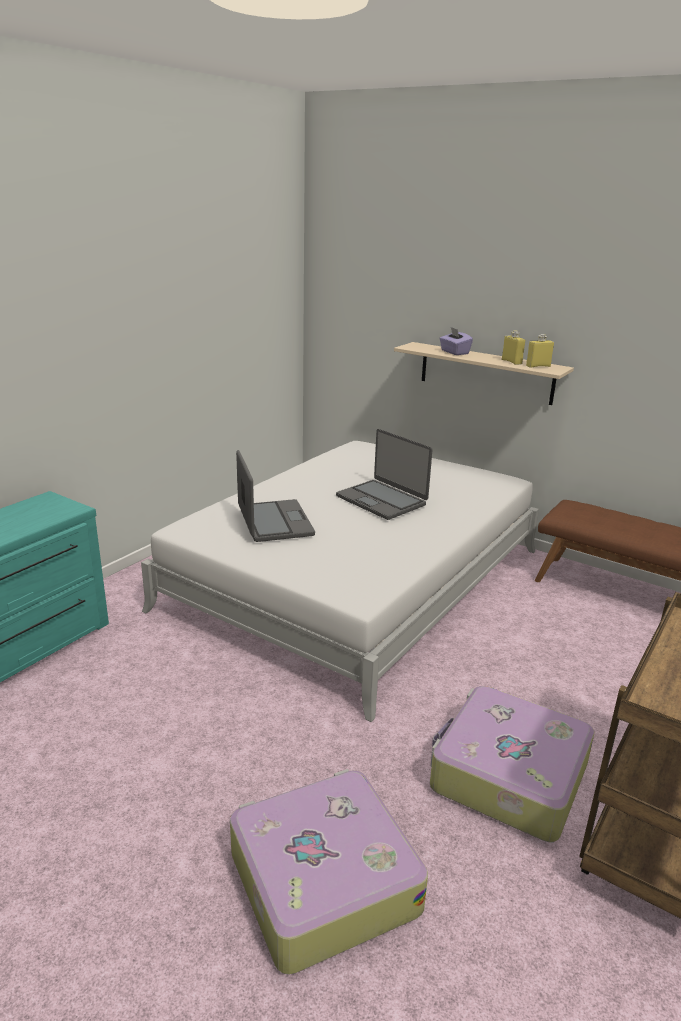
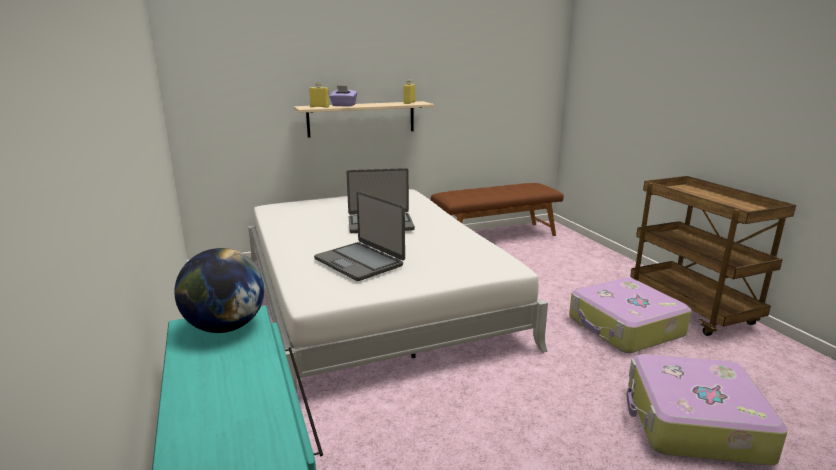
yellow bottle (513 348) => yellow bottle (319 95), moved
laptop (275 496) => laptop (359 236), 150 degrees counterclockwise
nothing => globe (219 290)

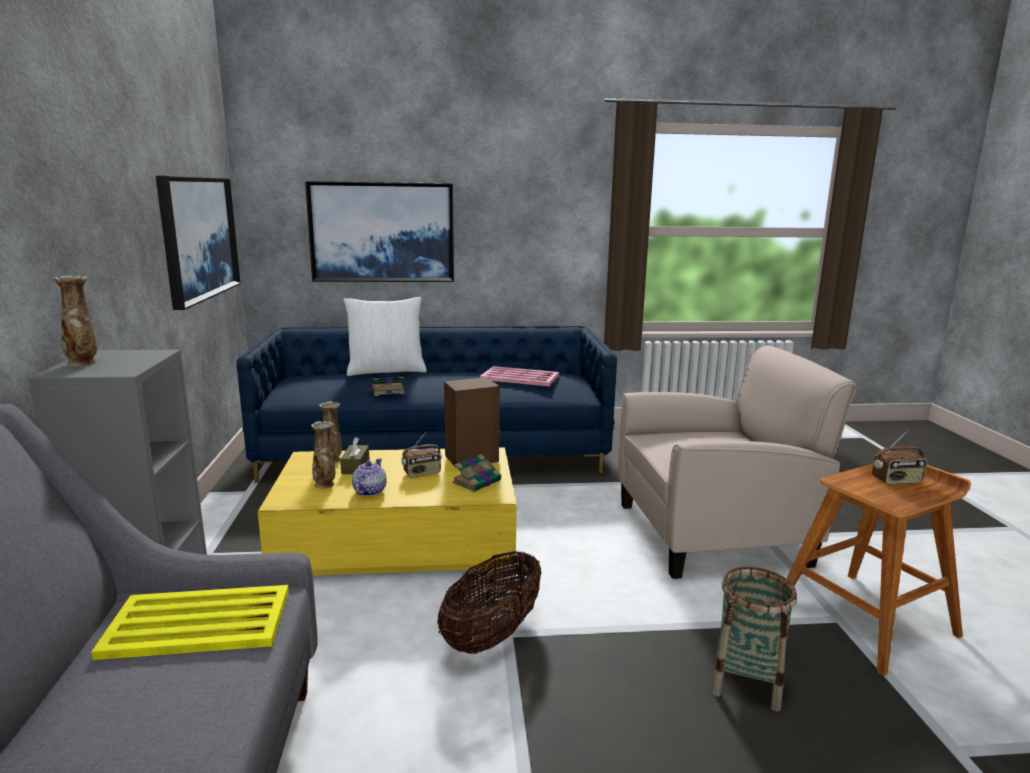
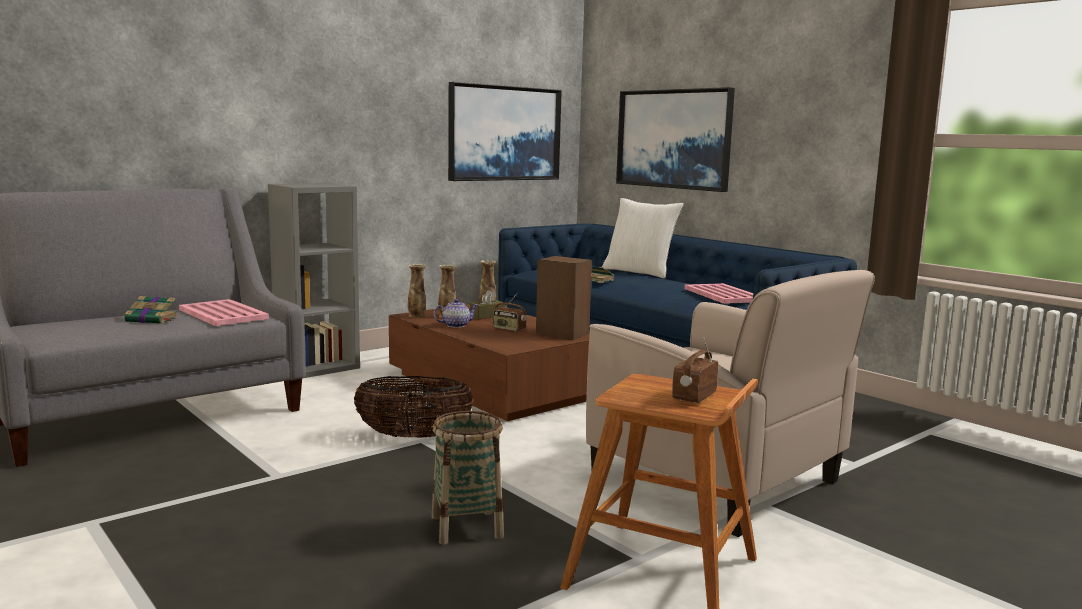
vase (75 320) => vase (417 291), moved
radio (899 457) => radio (695 370), 75 degrees clockwise
yellow coffee table (387 511) => brown coffee table (489 362)
book (477 473) => book (151 310), moved
yellow tray (190 622) => pink tray (224 312)

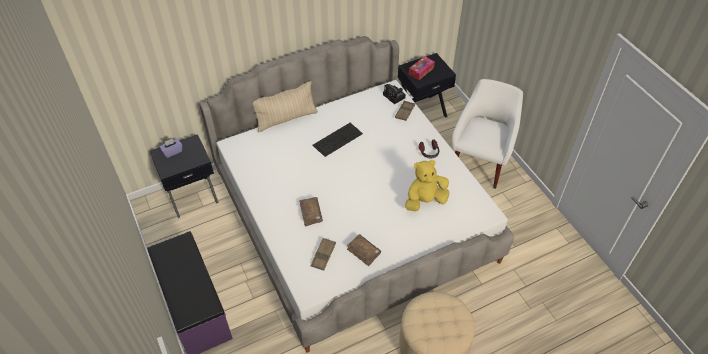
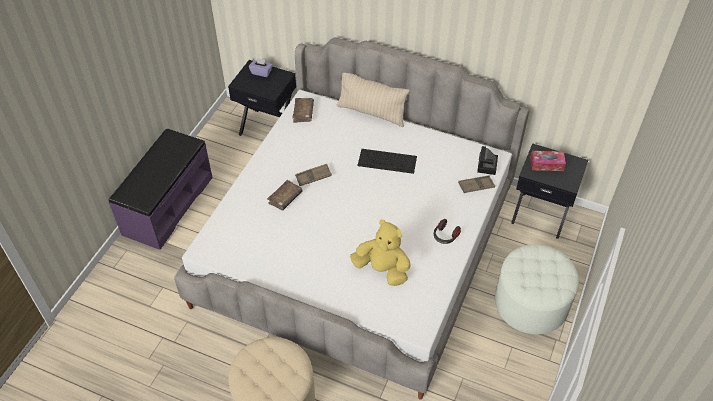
white armchair (487 134) => white ottoman (537 290)
brown book (364 250) => brown book (303 110), moved
brown tray (323 254) => brown tray (313 175), moved

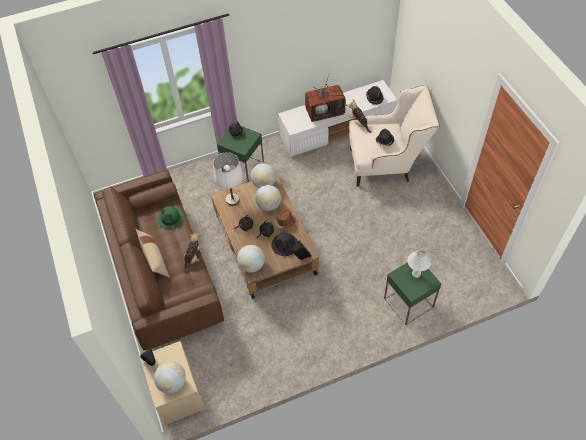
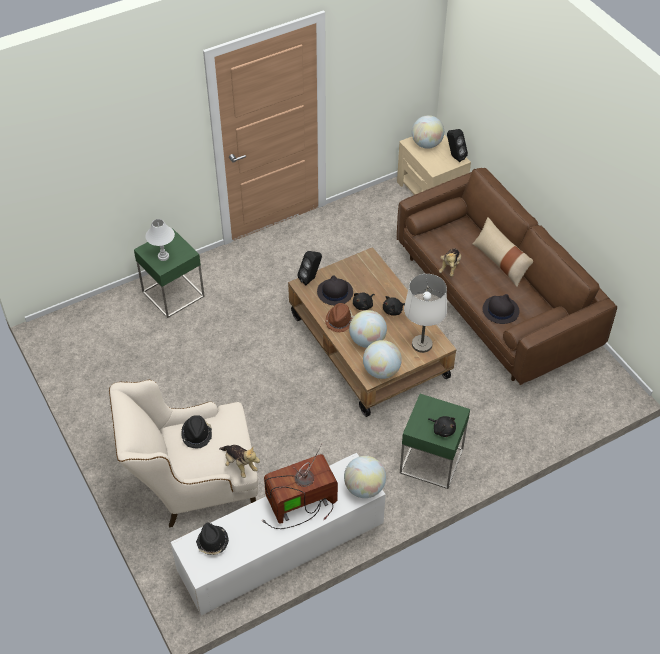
green hat (170 217) => black hat (500 309)
globe (251 259) => globe (365 477), moved

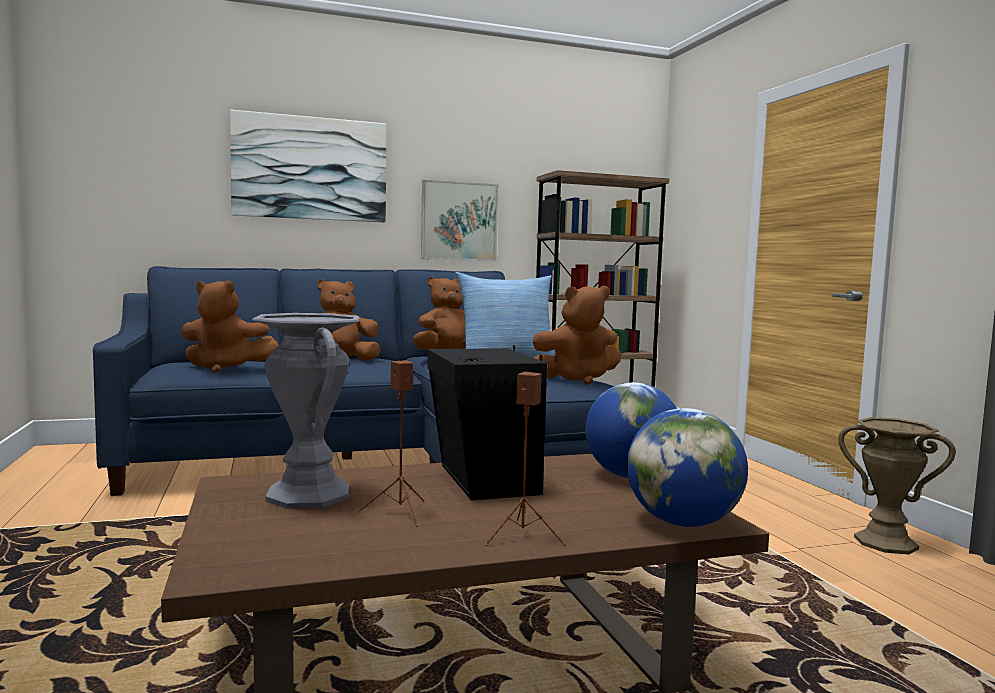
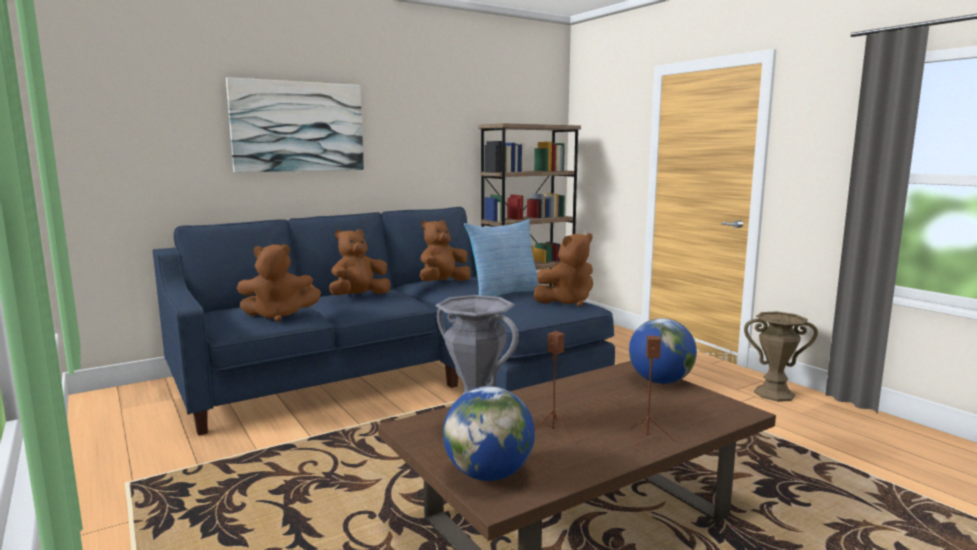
picture (459 220) => nothing
black speaker (487 422) => nothing
globe (687 467) => globe (489 433), moved

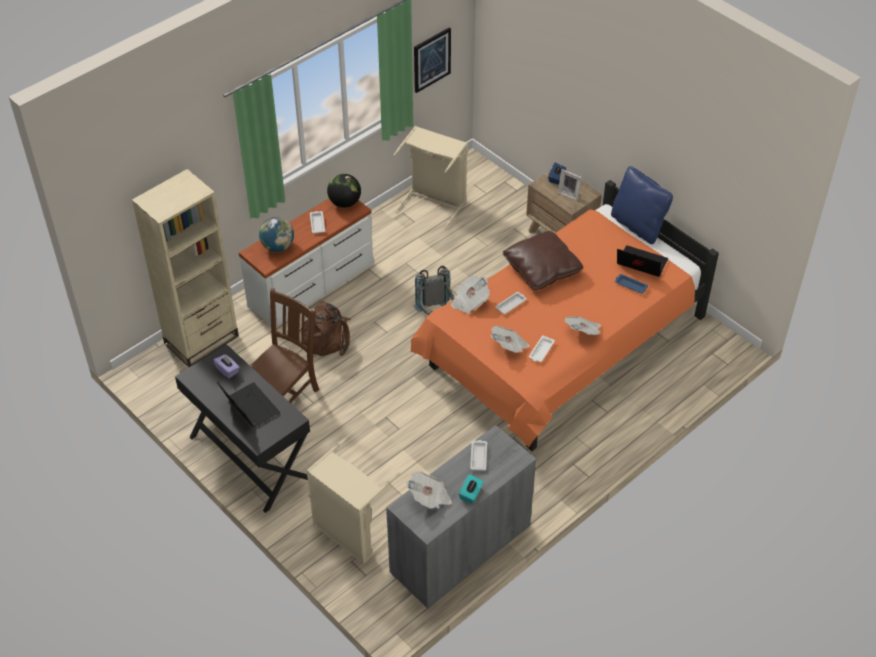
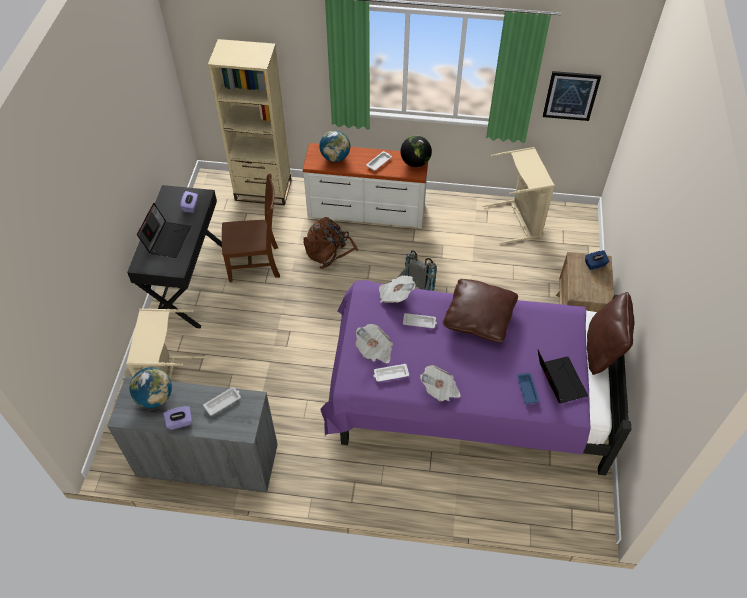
blue pillow (642 205) => brown pillow (610 333)
picture frame (570 185) => nothing
orange bed (565 315) => purple bed (475 378)
newspaper (429 490) => globe (151 387)
turquoise tissue box (471 489) => purple tissue box (177 418)

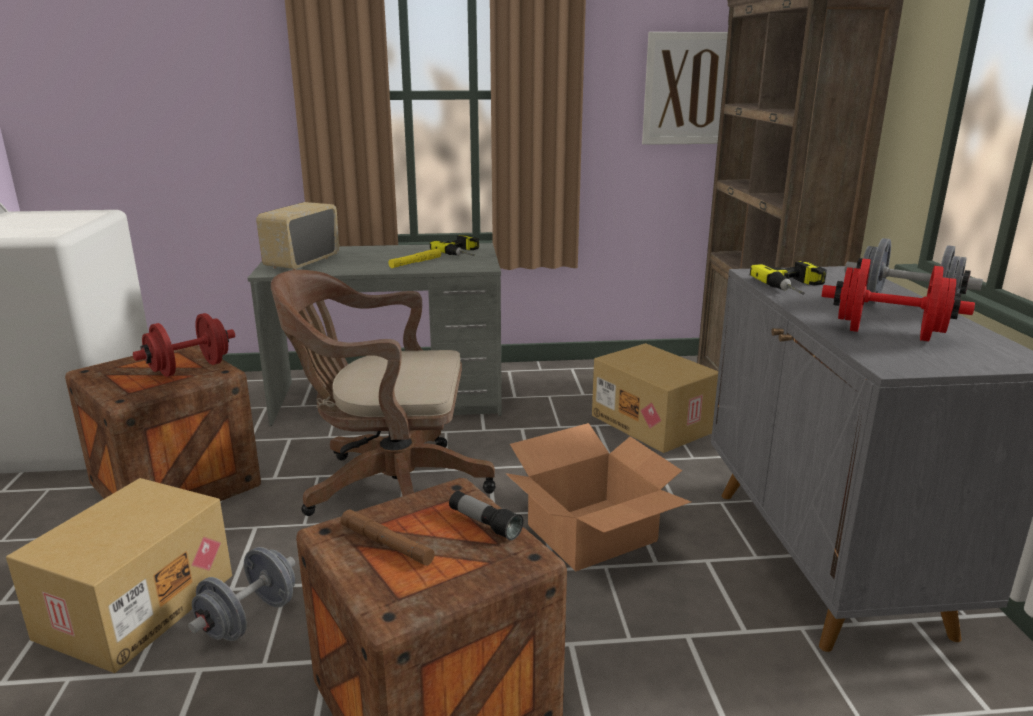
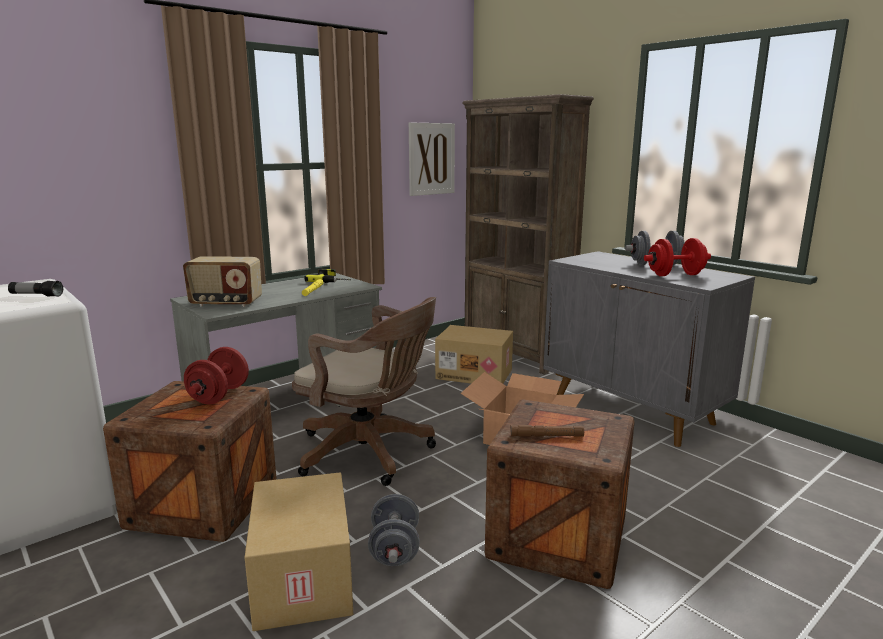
radio (297 236) => radio (222 281), 75 degrees counterclockwise
power drill (788 278) => nothing
brown office chair (383 393) => brown office chair (364 391), 120 degrees counterclockwise
flashlight (486 516) => flashlight (35 289), moved

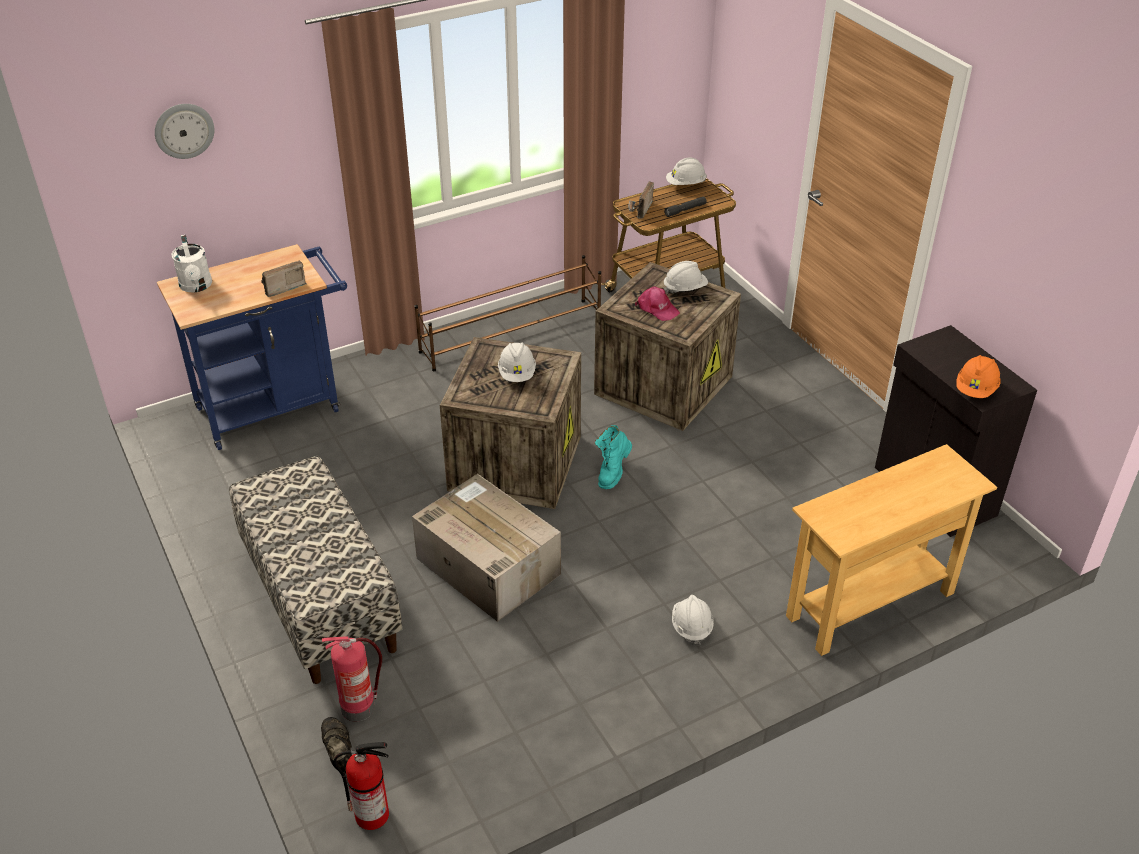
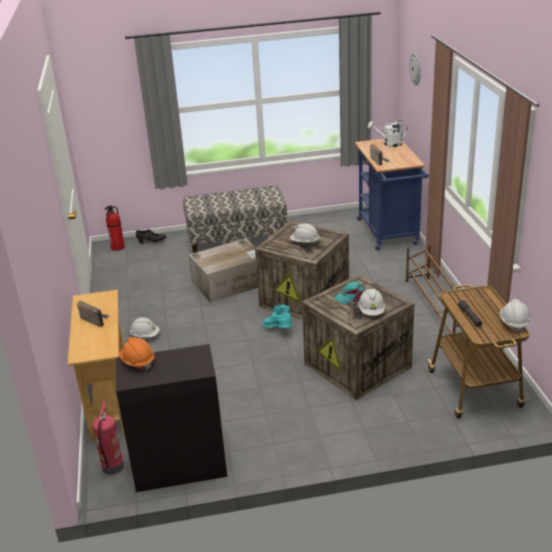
radio (641 200) => radio (93 313), moved
pink cap (657 303) => turquoise cap (349 292)
fire extinguisher (352 678) => fire extinguisher (108 438), moved

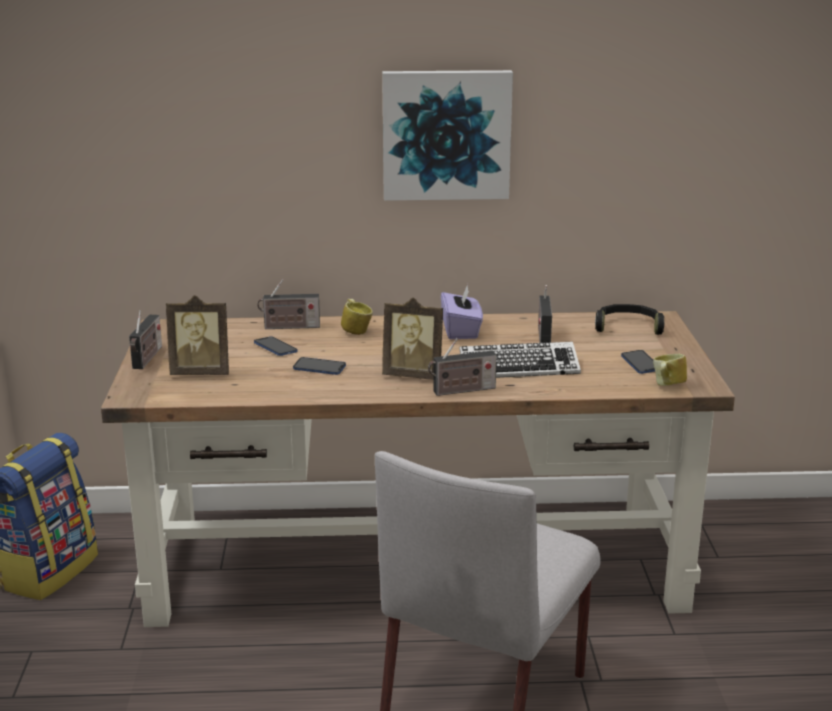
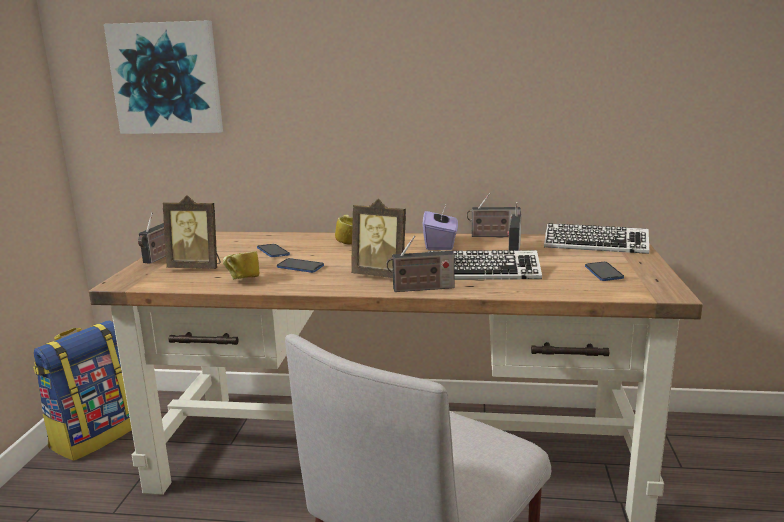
picture (447 135) => picture (163 77), moved
radio (288 304) => radio (494 215), moved
black headphones (630 319) => keyboard (596 238)
mug (670 370) => mug (241 265), moved

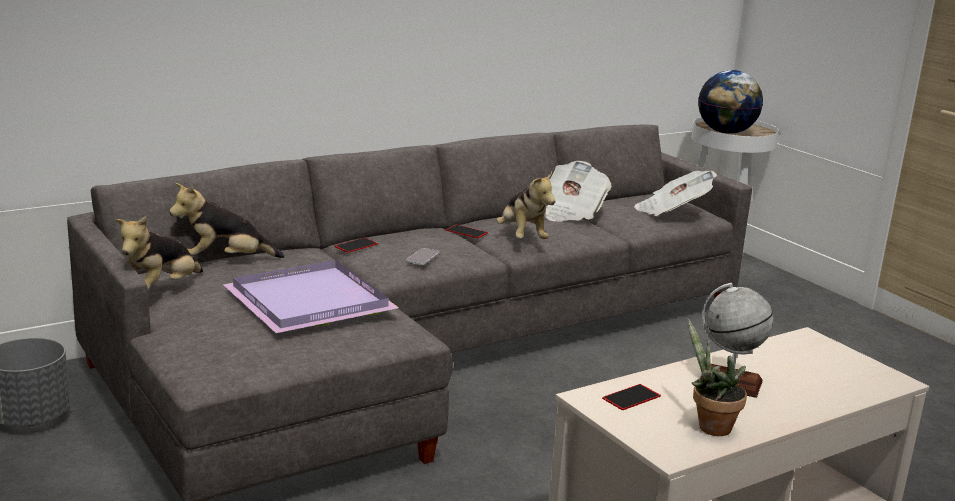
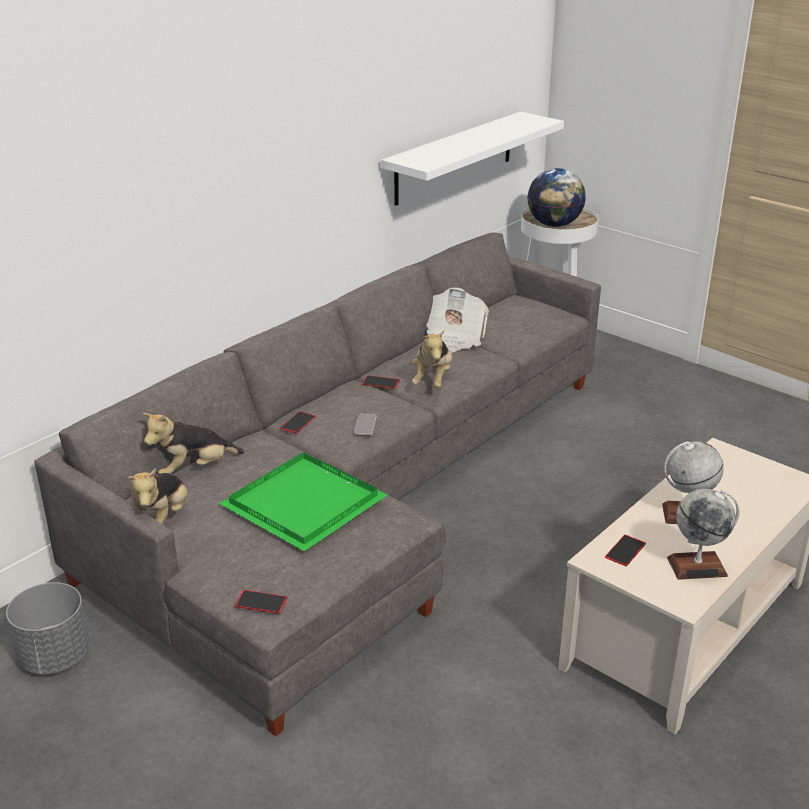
newspaper (675 193) => nothing
plush toy (525 205) => plush toy (432 358), 45 degrees clockwise
purple tray (311 296) => green tray (303 501)
potted plant (717 377) => globe (703 534)
nothing => white shelf (472 159)
nothing => phone (261 602)

